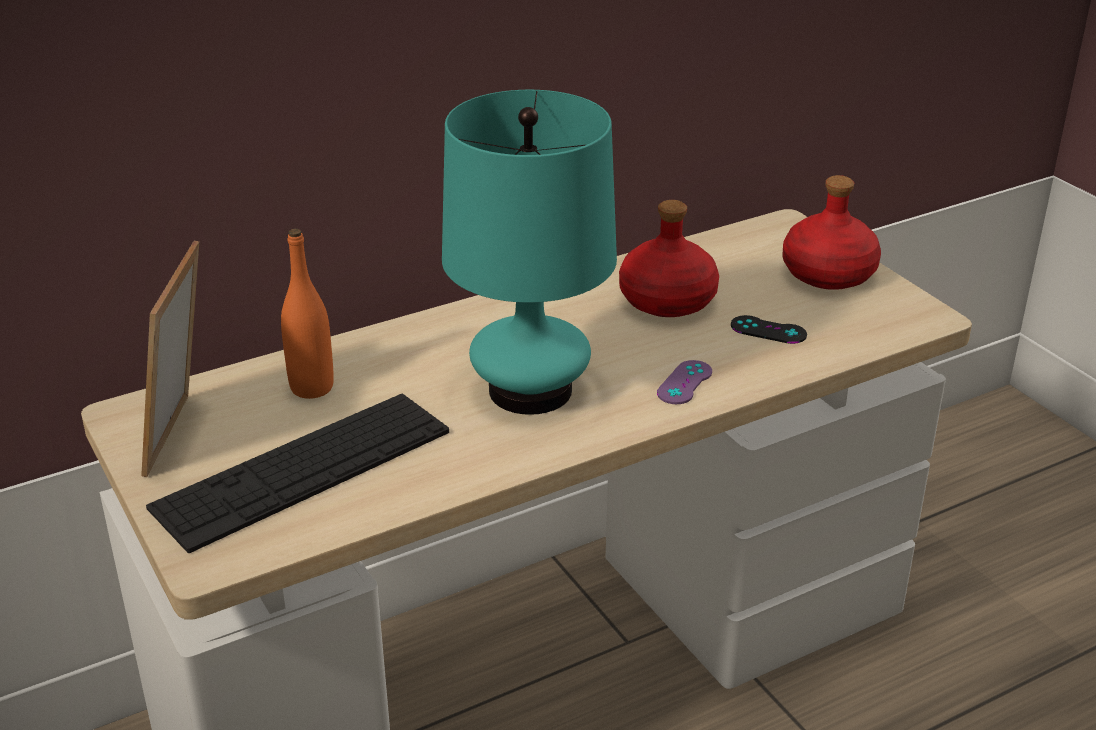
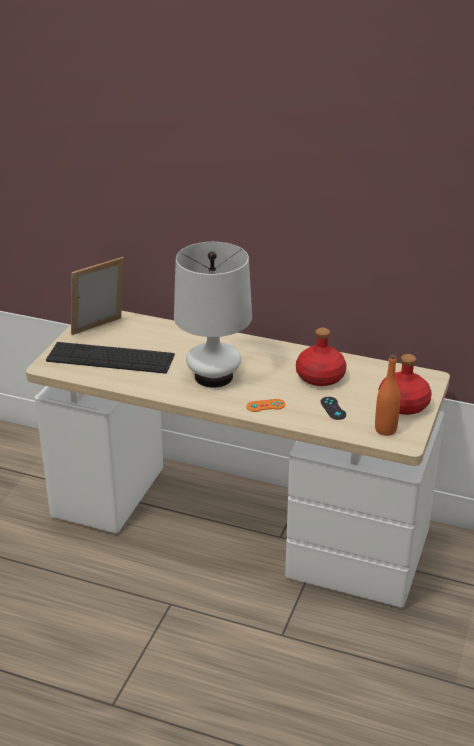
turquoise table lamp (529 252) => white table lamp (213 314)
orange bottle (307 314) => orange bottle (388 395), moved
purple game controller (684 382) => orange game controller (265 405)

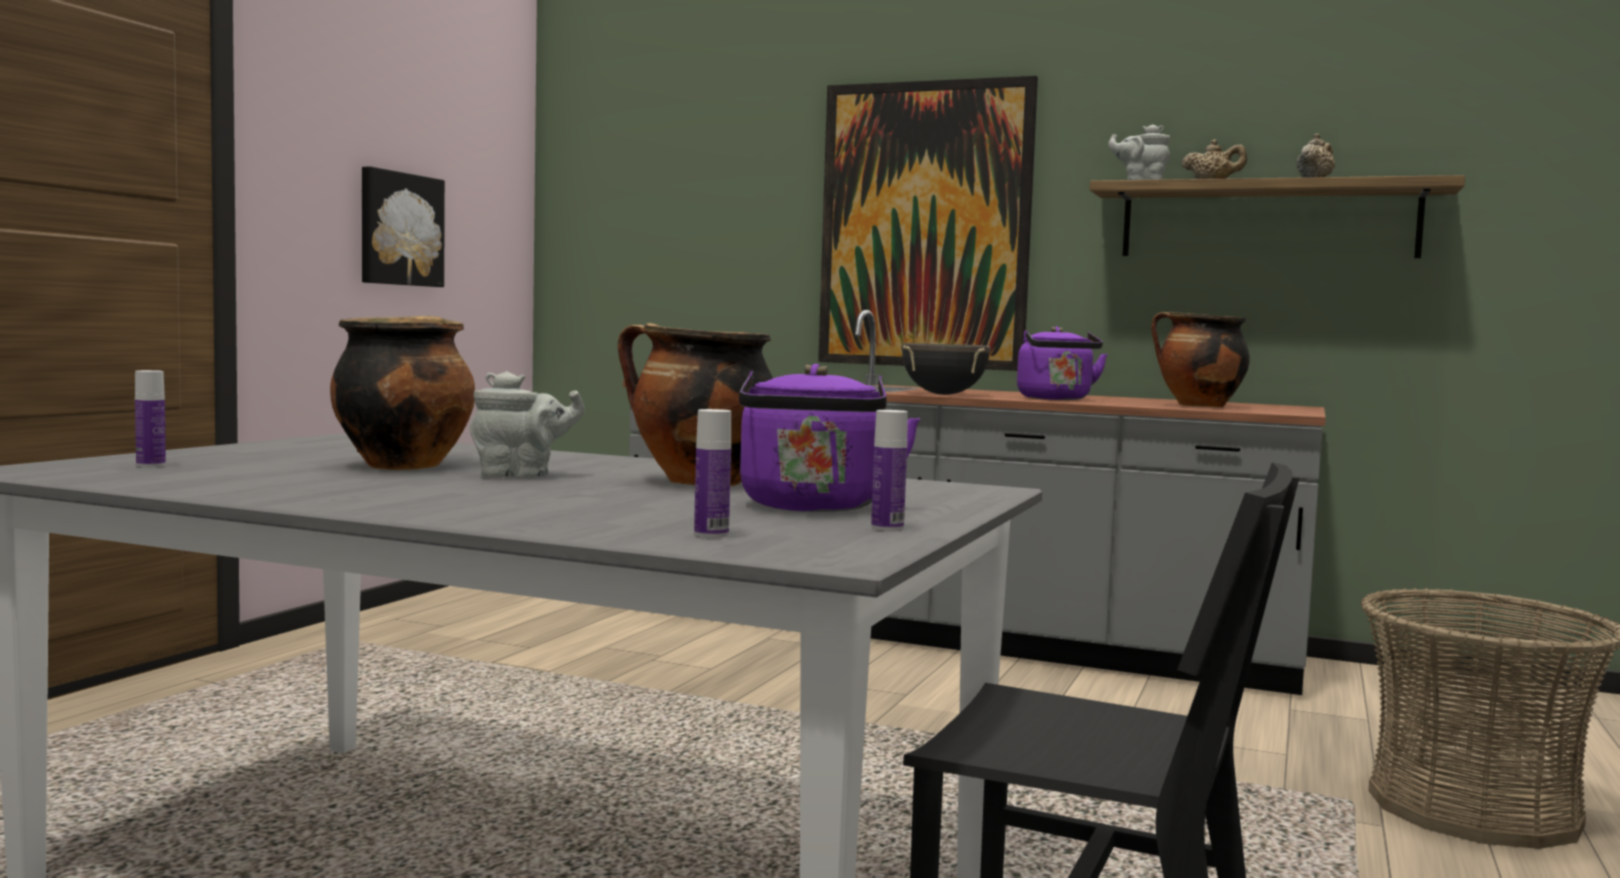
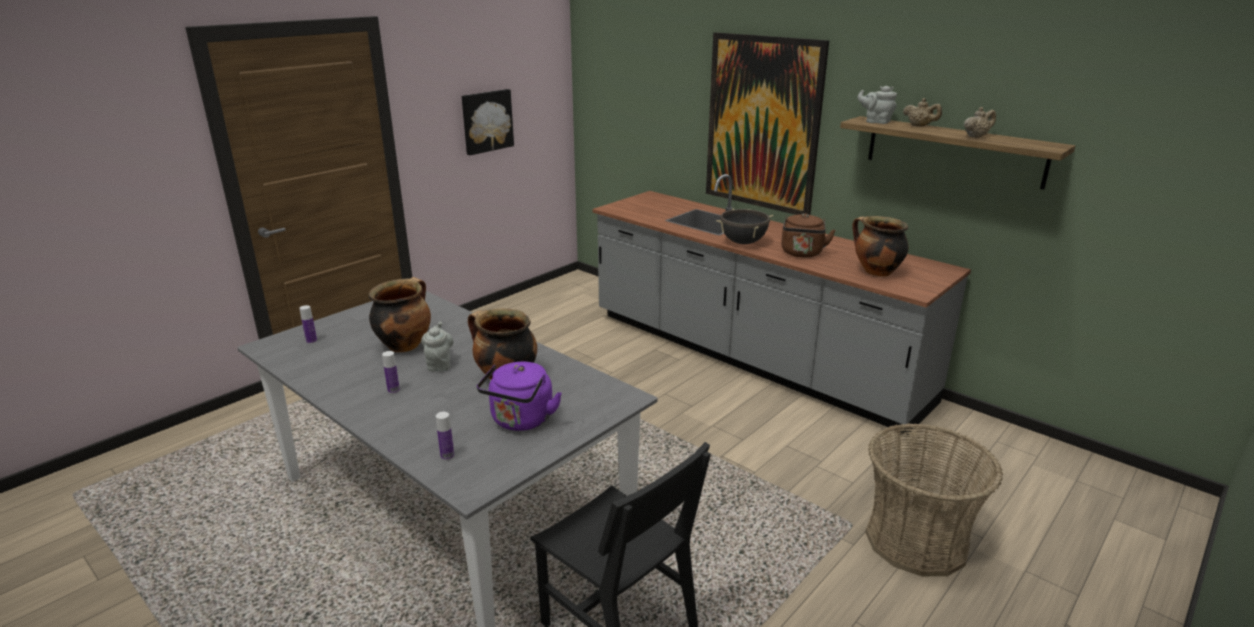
purple kettle (1062 363) => brown kettle (808 235)
grey teapot (527 424) => grey teapot (437 346), 105 degrees counterclockwise
bottle (889 470) => bottle (391 372), moved

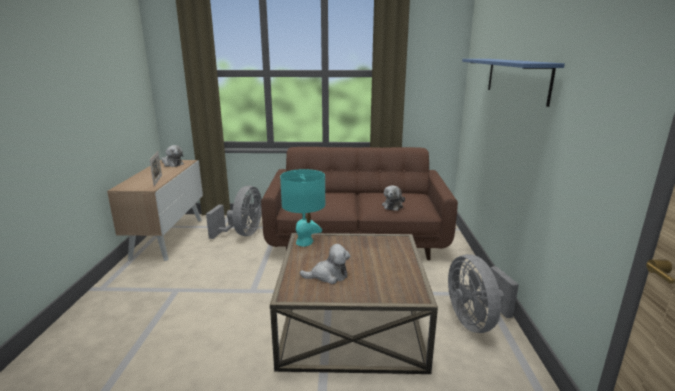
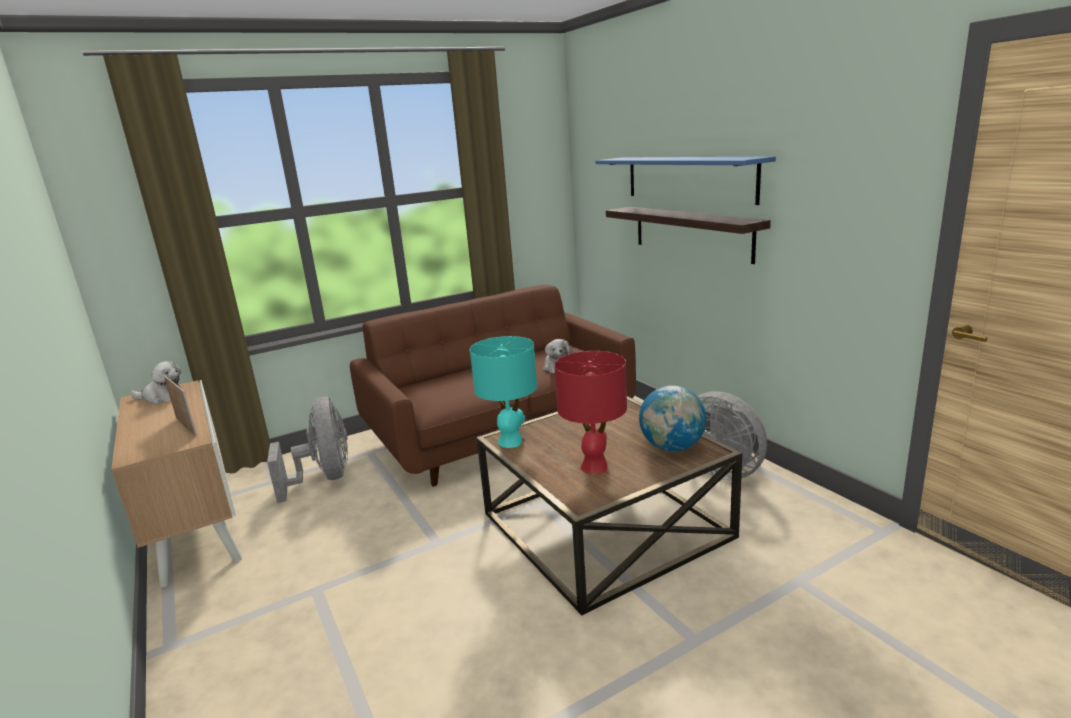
plush toy (325 264) => red table lamp (590 412)
nothing => shelf (688 235)
nothing => globe (672 418)

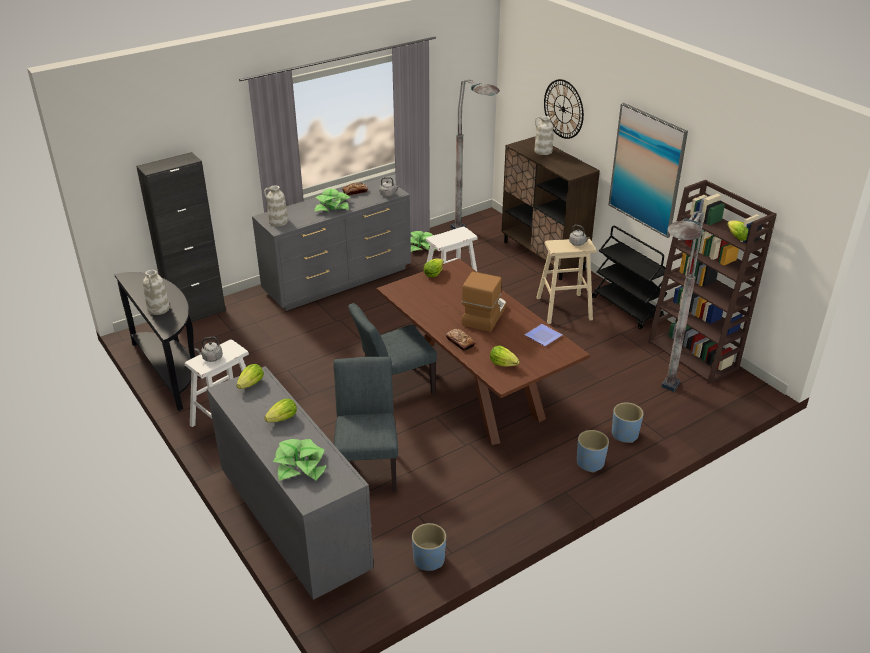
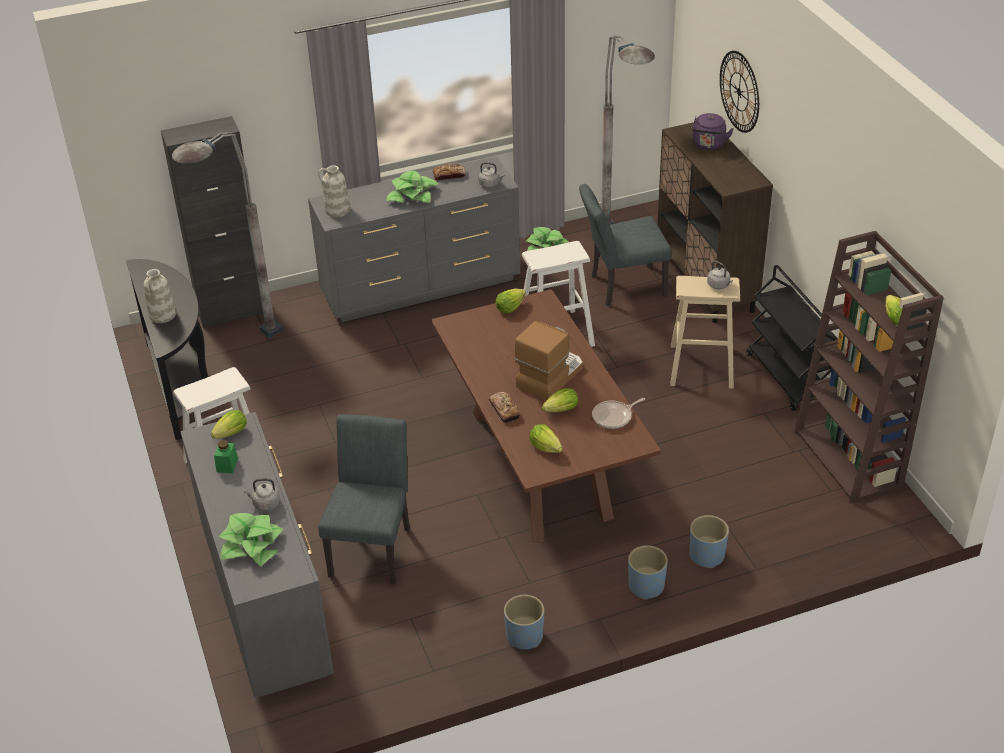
picture (648 170) => nothing
white vase (543 135) => purple kettle (713 131)
grey floor lamp (682 301) => grey floor lamp (228 235), moved
grey chair (392 348) => grey chair (625 245), moved
plate (543 335) => frying pan (618 413)
grey kettle (209 349) => grey kettle (261 494), moved
lettuce (280 410) => lettuce (560 400), moved
blue planter (429 547) => blue planter (524 622), moved
nothing => green jar (226 456)

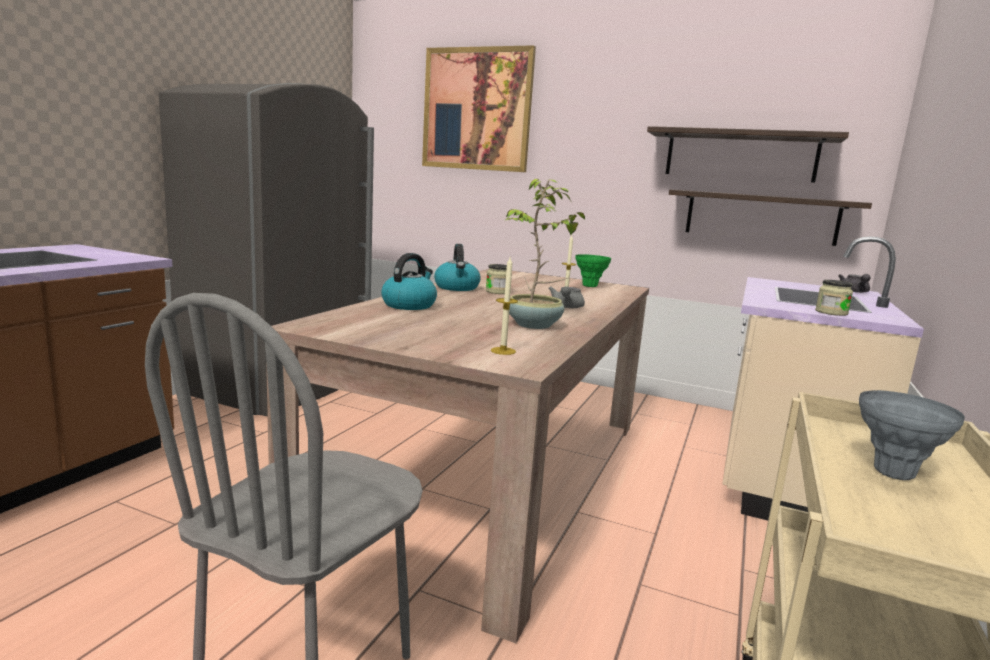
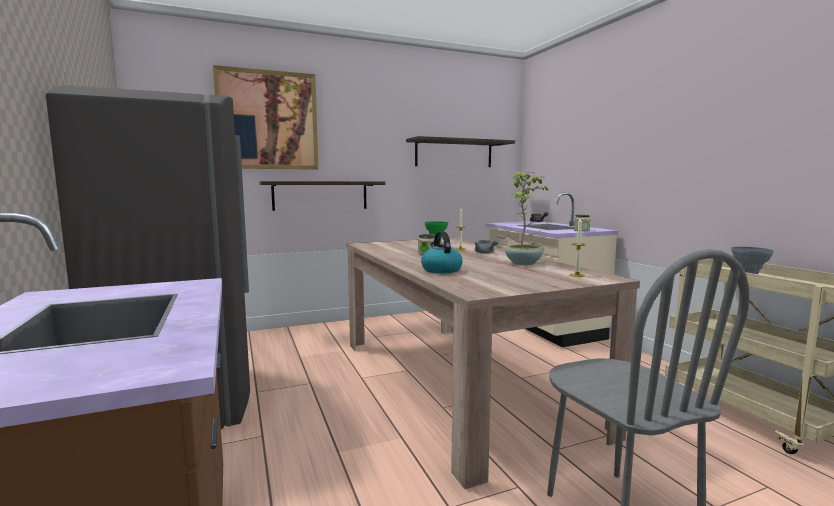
shelf (770 217) => shelf (322 196), moved
kettle (457 267) => nothing

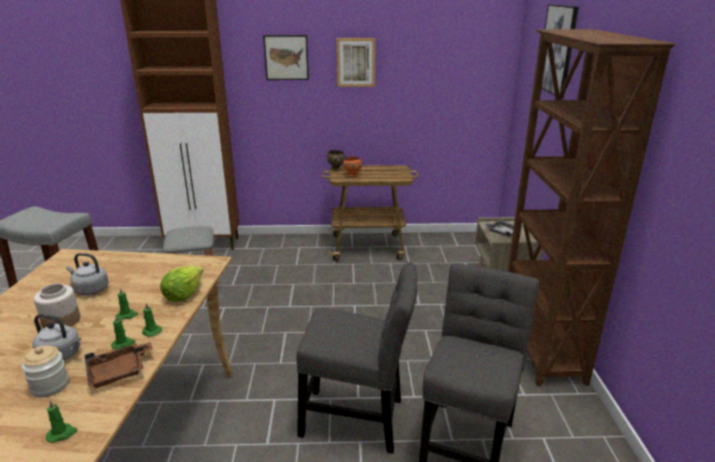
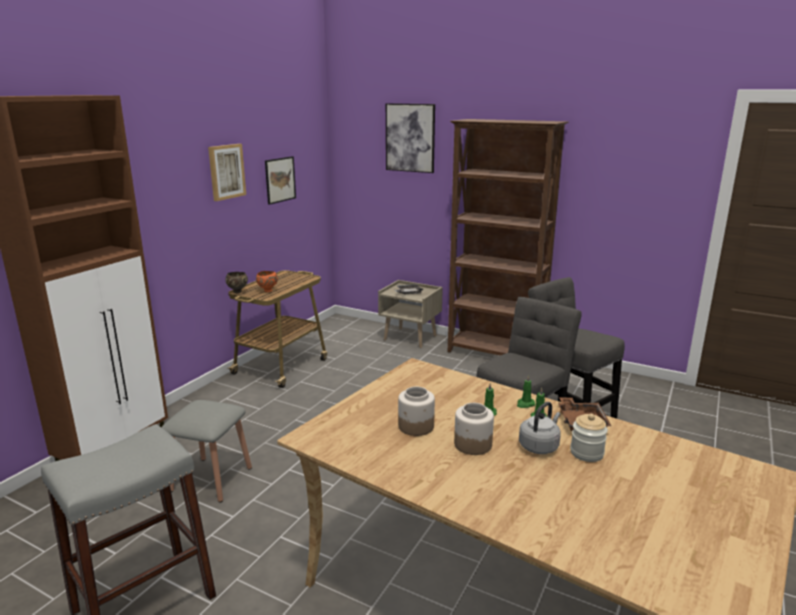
picture (286 57) => picture (280 180), moved
grey kettle (87 274) => jar (416 411)
lettuce (181 283) => nothing
green candle (62 421) => nothing

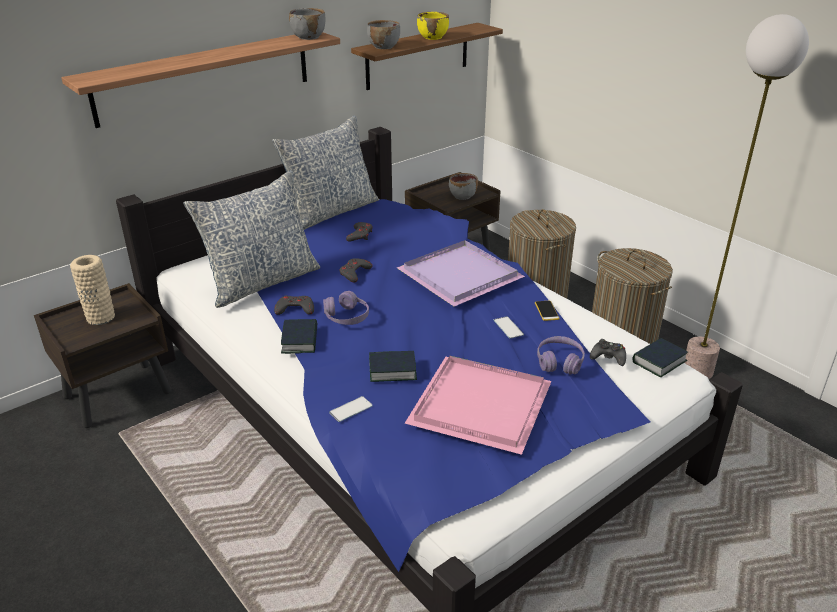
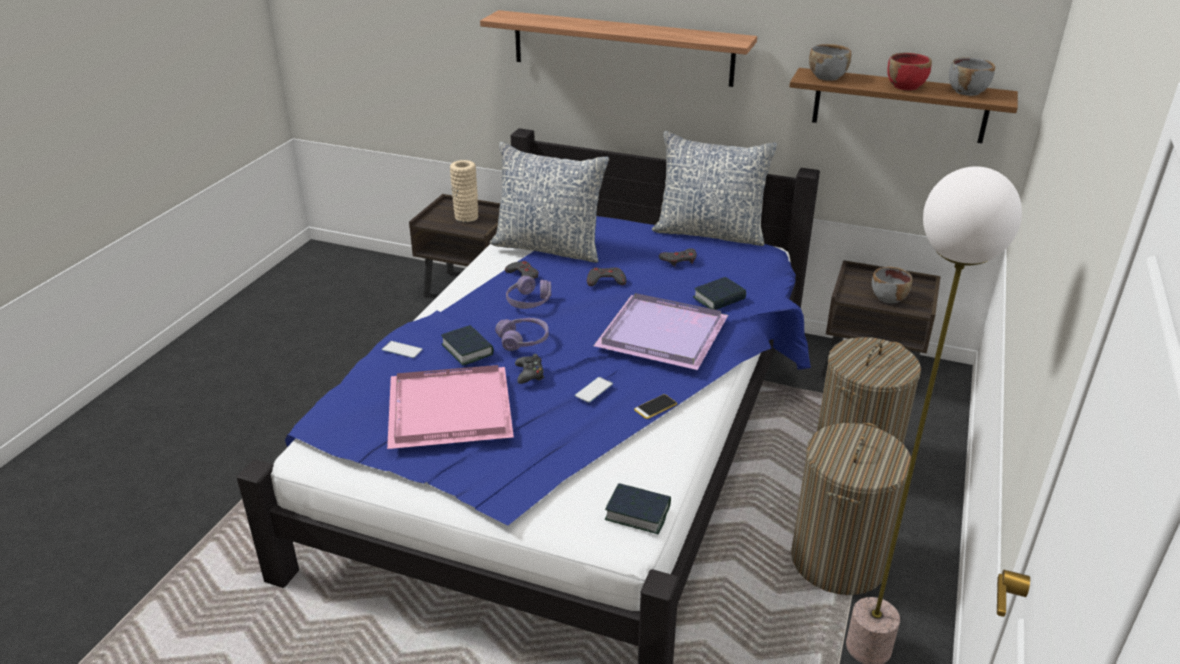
grey bowl (307 24) => grey bowl (972 76), moved
yellow bowl (433 26) => red bowl (909 71)
book (299 336) => book (719 293), moved
purple headphones (561 355) => purple headphones (522 334), moved
black game controller (608 352) => black game controller (529 369), moved

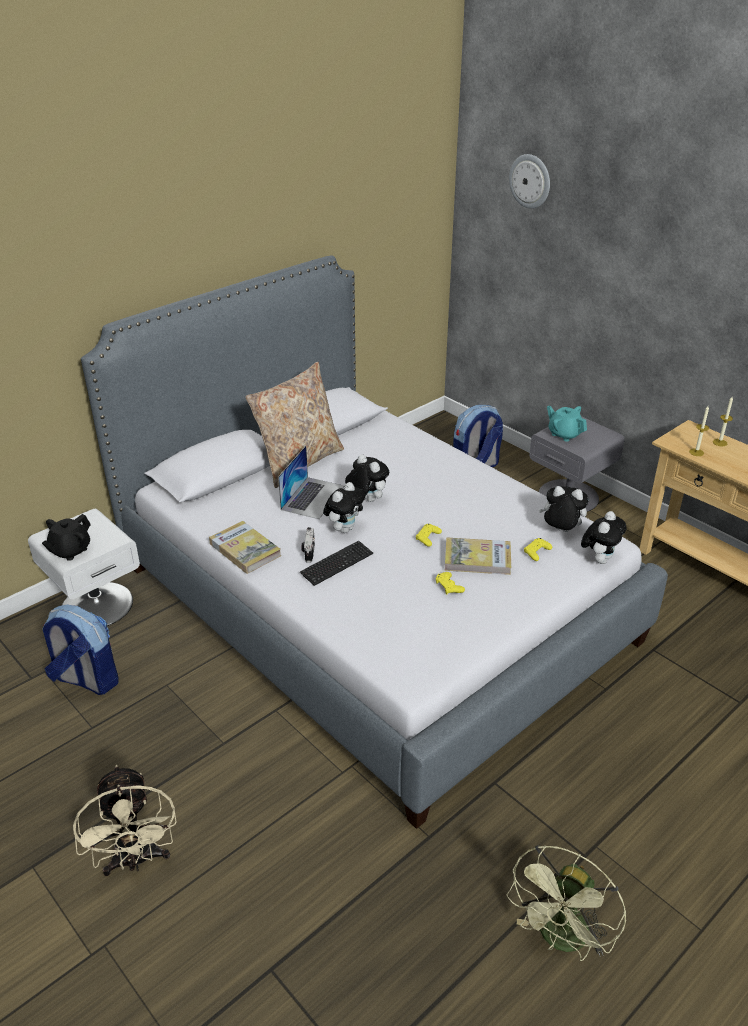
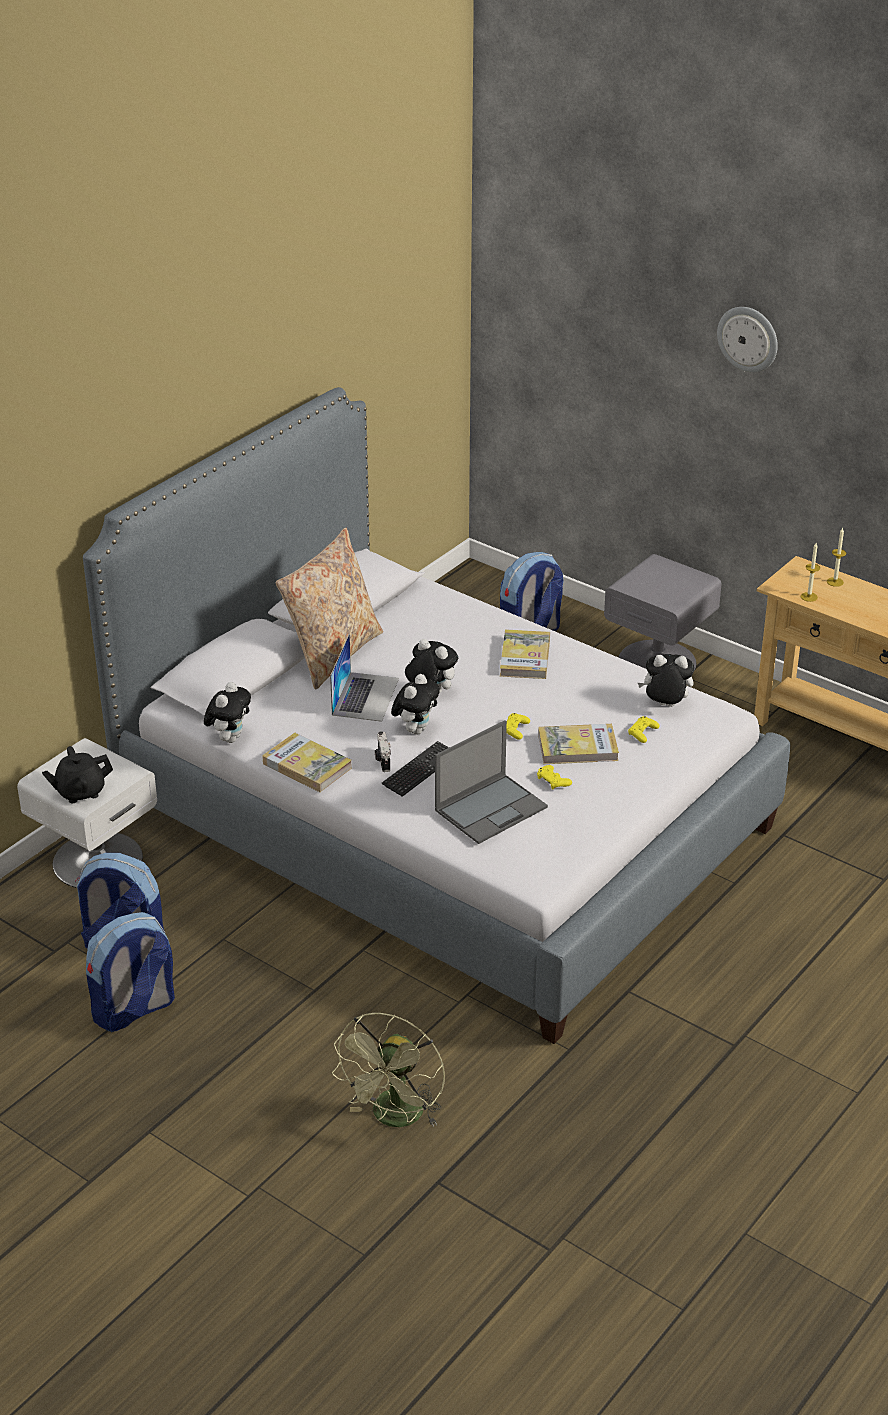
wall clock (529 181) => wall clock (747 339), moved
turquoise teapot (567 423) => nothing
plush toy (604 537) => plush toy (227 712), moved
black teapot (66 537) => black teapot (77 774), 45 degrees clockwise
beige fan (125 820) => nothing
green fan (567 903) => green fan (388 1070), moved
nothing => book (525 654)
nothing => laptop (491 782)
nothing => backpack (130 972)

